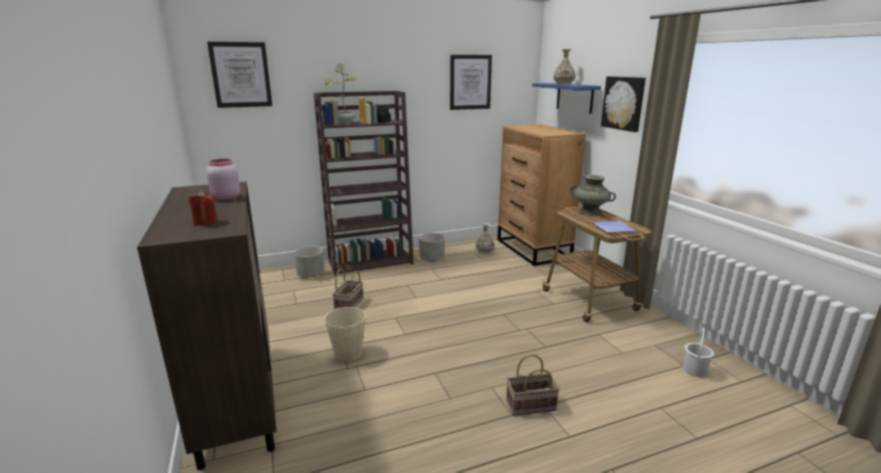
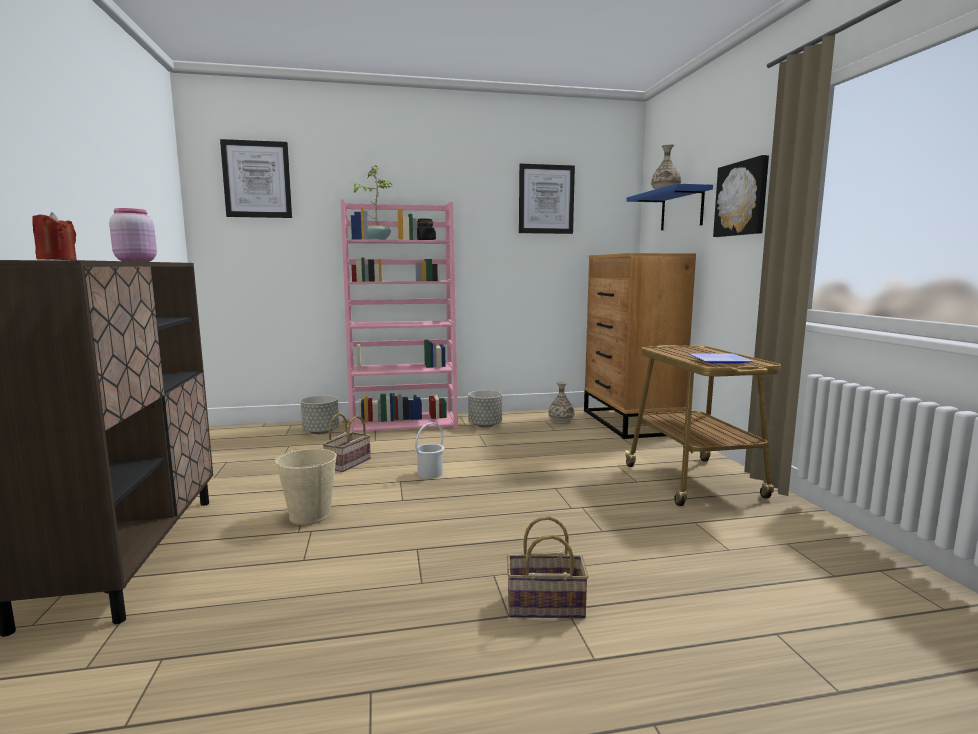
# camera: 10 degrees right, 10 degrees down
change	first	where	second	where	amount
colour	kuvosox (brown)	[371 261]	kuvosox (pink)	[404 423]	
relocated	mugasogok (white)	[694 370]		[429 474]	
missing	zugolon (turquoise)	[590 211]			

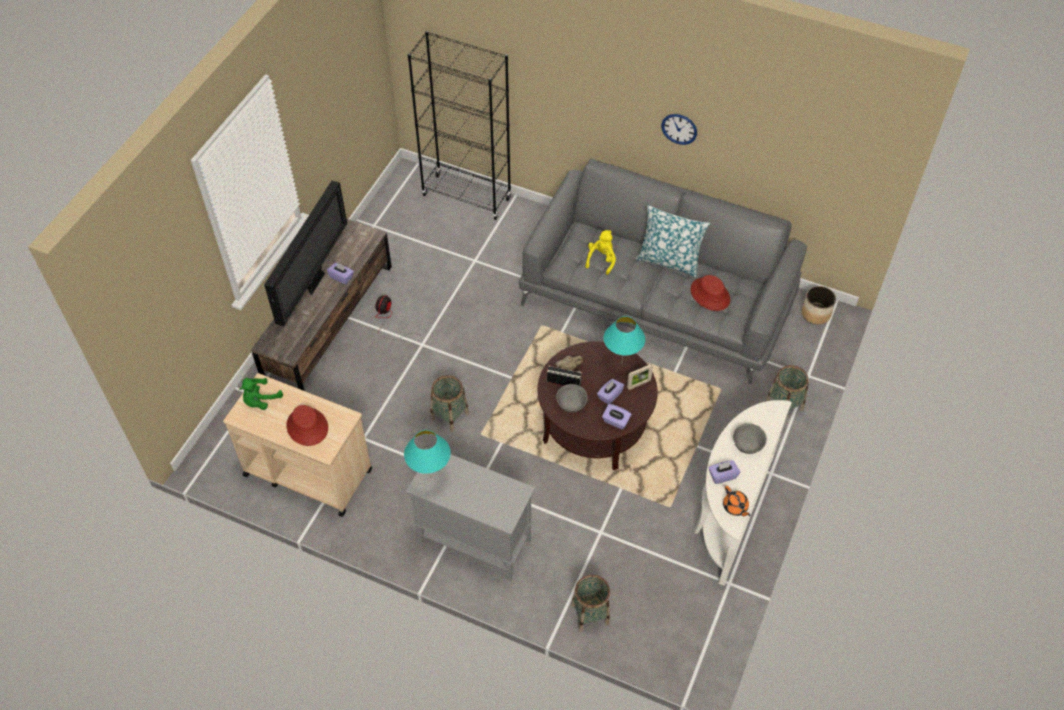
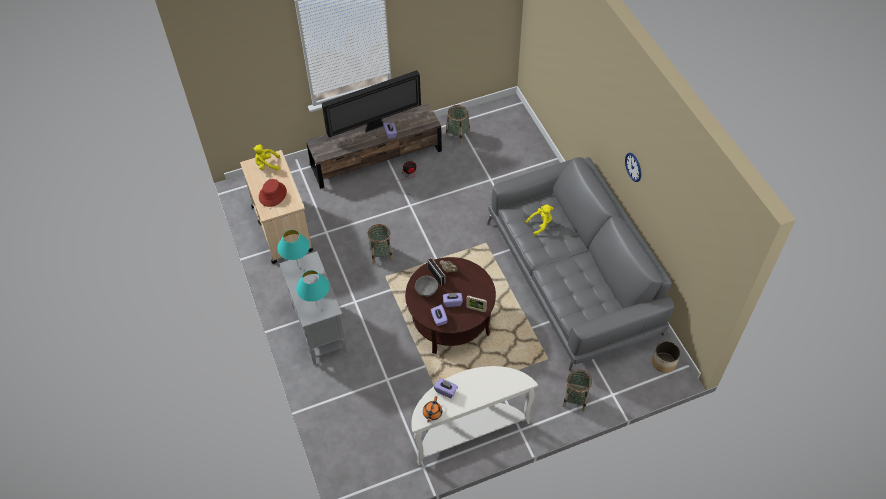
# camera: 45 degrees right, 0 degrees up
change	first	where	second	where	amount
colour	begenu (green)	[260 401]	begenu (yellow)	[267 165]	
relocated	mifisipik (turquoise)	[621 363]		[317 306]	
relocated	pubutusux	[590 614]		[457 135]	
missing	kuvosox (black)	[467 197]			
missing	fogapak	[669 261]			
missing	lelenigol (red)	[710 294]			
missing	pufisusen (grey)	[748 444]			

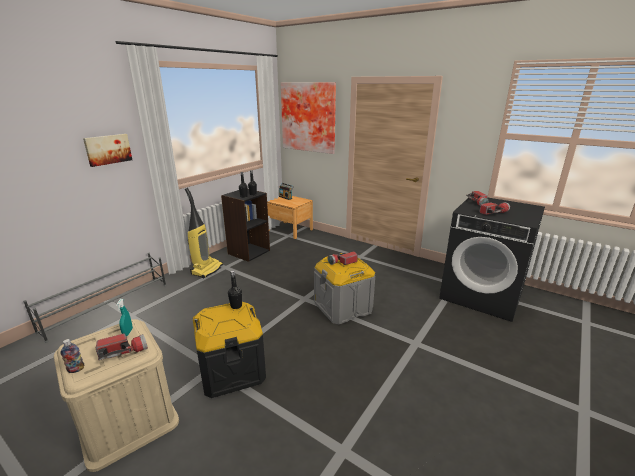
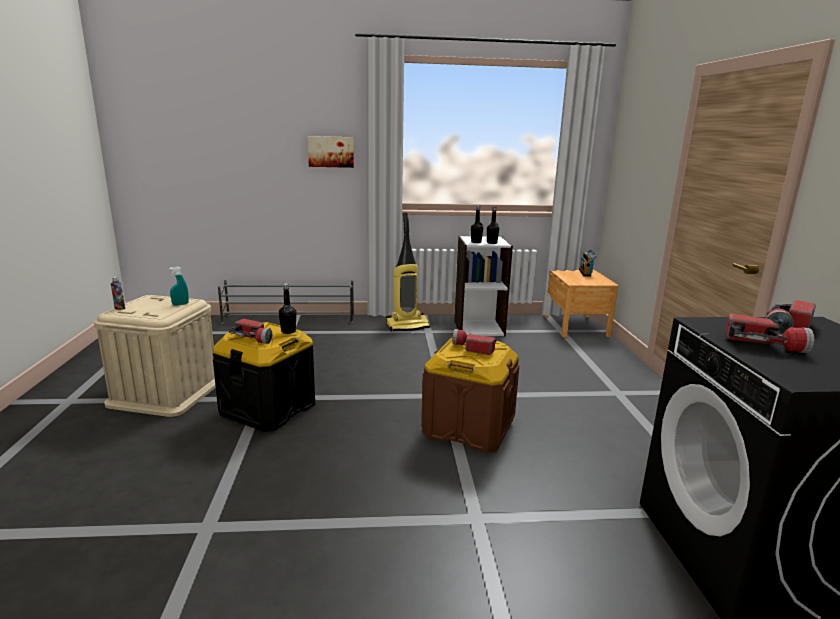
# camera: 50 degrees right, 5 degrees down
change	first	where	second	where	amount
relocated	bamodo	[123 352]		[253 339]	
colour	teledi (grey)	[343 307]	teledi (brown)	[469 427]	
colour	kuvosox (black)	[248 252]	kuvosox (white)	[479 328]	
missing	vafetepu	[309 117]			

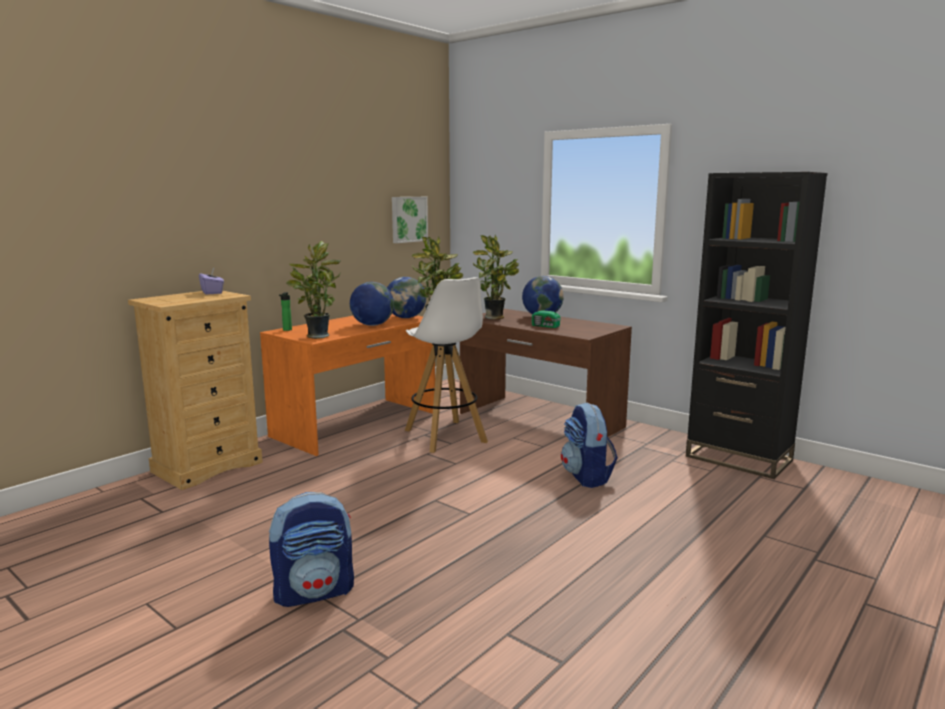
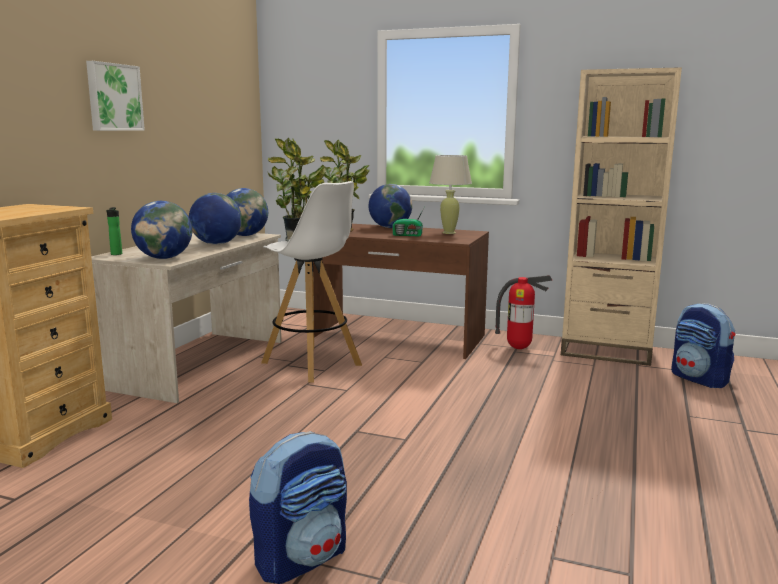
# camera: 20 degrees left, 0 degrees up
change	first	where	second	where	amount
relocated	vafetepu	[408 219]		[113 97]	
colour	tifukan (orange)	[357 425]	tifukan (beige)	[199 363]	
exchanged	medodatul	[316 336]	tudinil	[164 258]	
appeared			mifisipik (beige)	[449 233]	
appeared			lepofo	[519 348]	
colour	kuvosox (black)	[738 458]	kuvosox (beige)	[606 351]	
relocated	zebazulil	[587 477]		[699 379]	
missing	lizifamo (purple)	[212 292]			

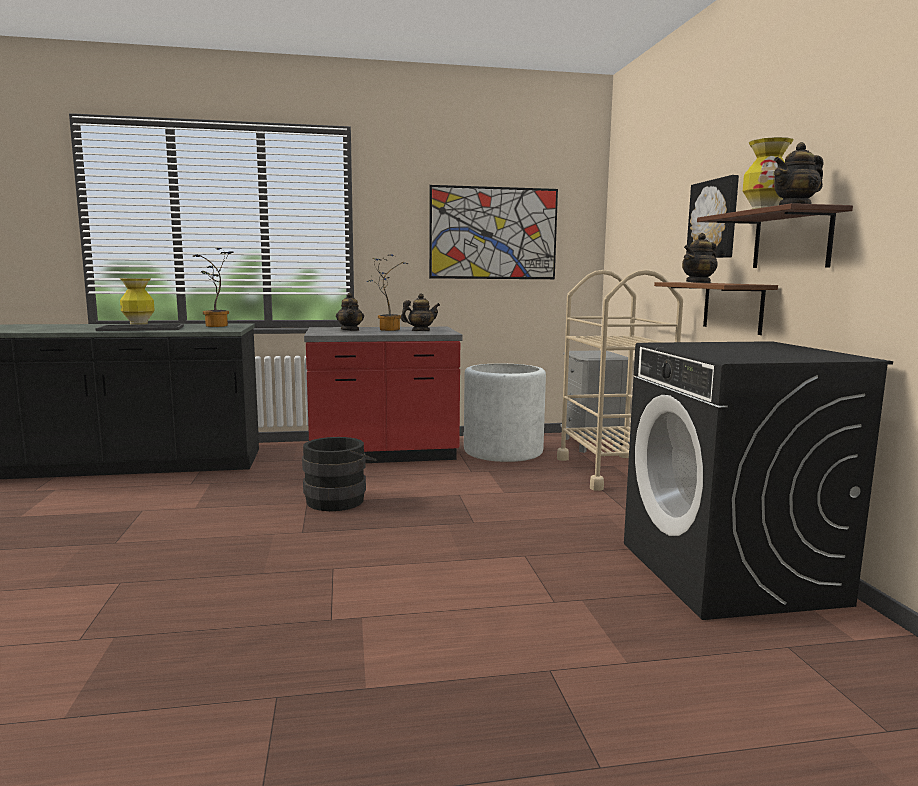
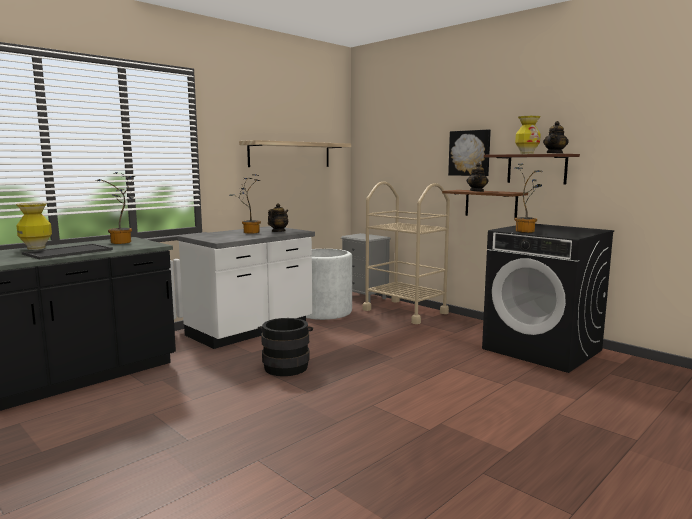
# camera: 35 degrees left, 0 degrees up
change	first	where	second	where	amount
colour	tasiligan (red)	[383 455]	tasiligan (white)	[251 330]	
exchanged	vafetepu	[493 233]	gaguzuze	[290 154]	
appeared			medodatul	[526 231]	
missing	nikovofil	[350 330]			

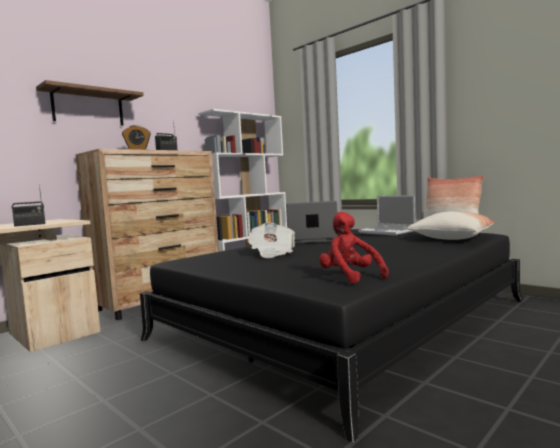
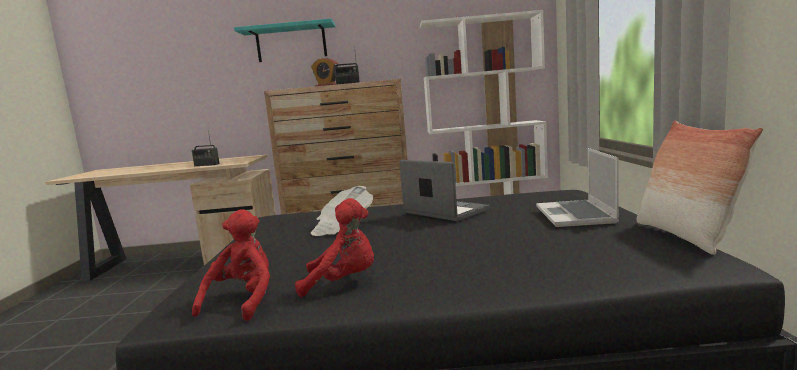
# camera: 45 degrees right, 5 degrees up
change	first	where	second	where	amount
colour	gaguzuze (brown)	[88 108]	gaguzuze (turquoise)	[291 43]	
appeared			begenu (red)	[343 282]	
missing	fogapak	[452 237]			

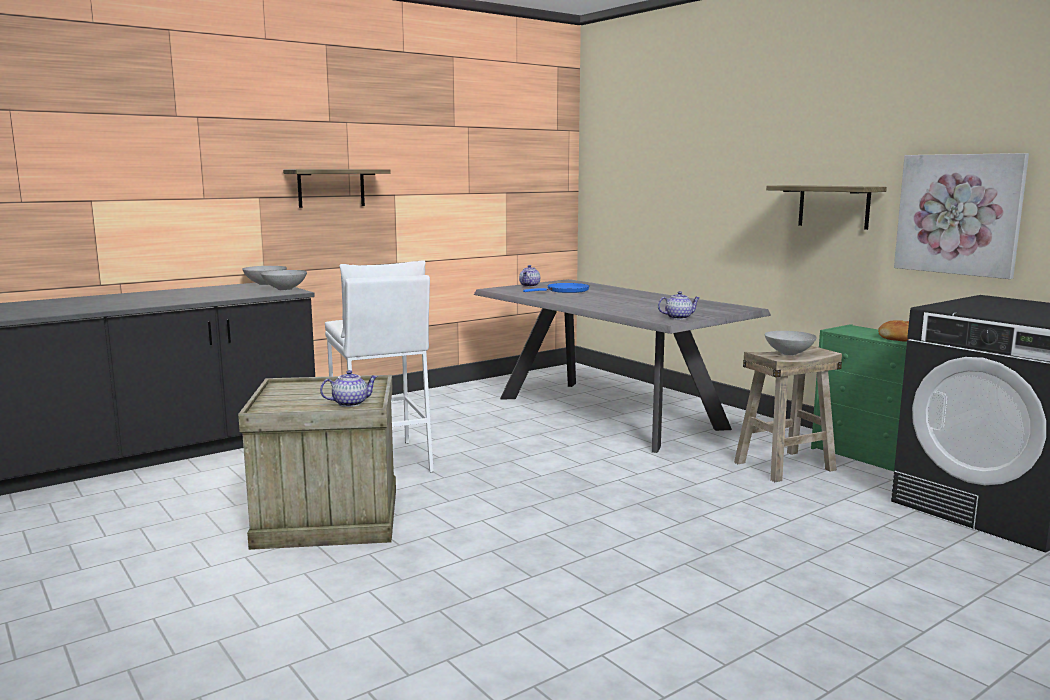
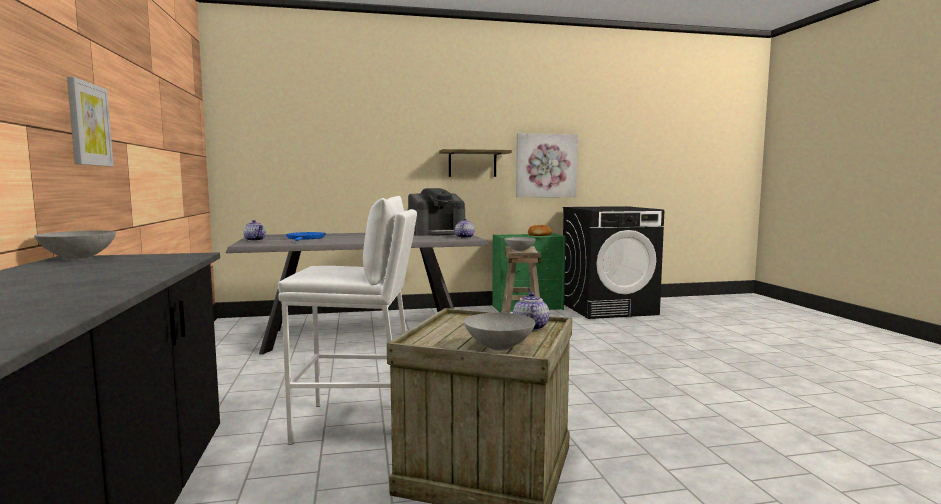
# camera: 65 degrees left, 5 degrees down
change	first	where	second	where	amount
exchanged	gaguzuze	[331 188]	vafetepu	[88 124]	
appeared			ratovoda	[436 233]	
relocated	pufisusen (grey)	[284 289]		[499 347]	

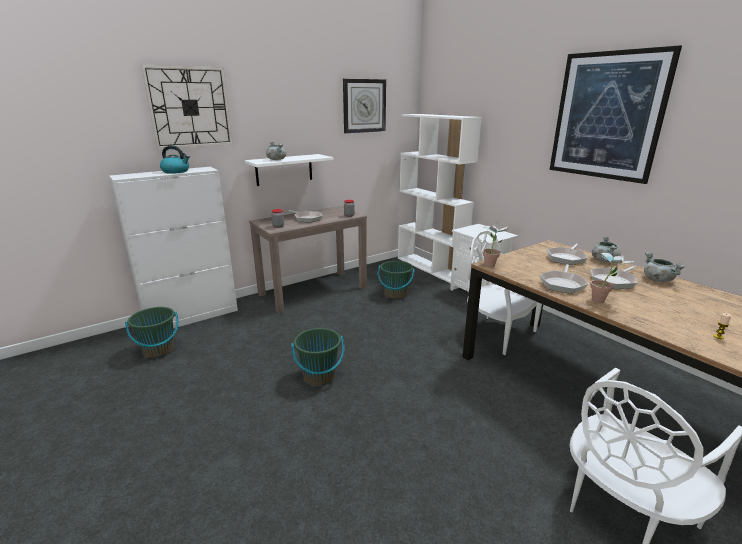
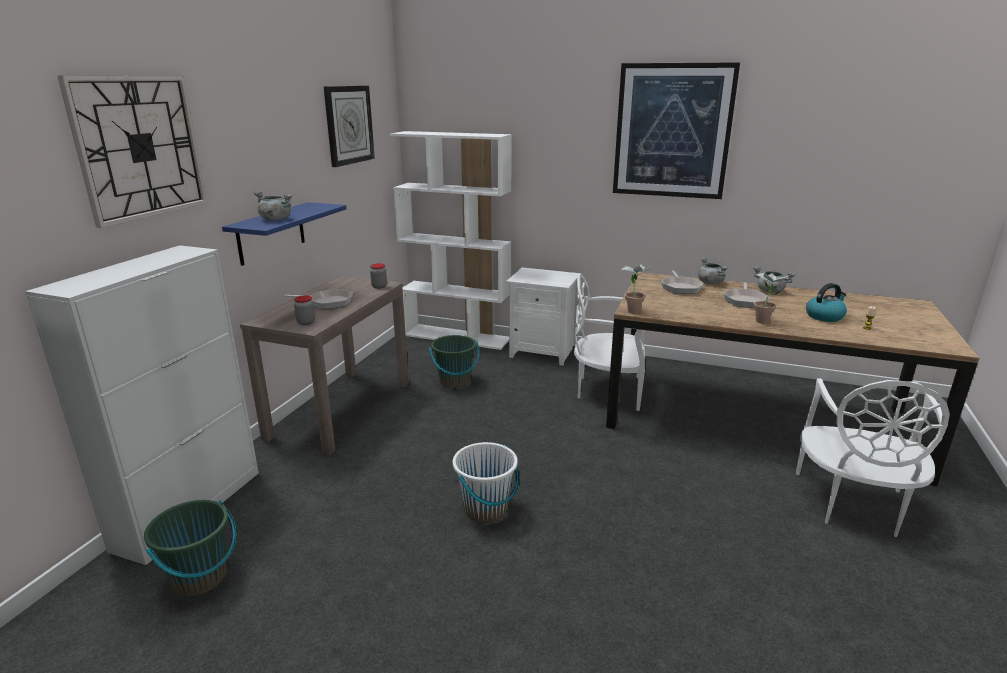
# camera: 35 degrees left, 0 degrees up
change	first	where	second	where	amount
colour	gaguzuze (white)	[284 169]	gaguzuze (blue)	[271 233]	
colour	mugasogok (green)	[319 376]	mugasogok (white)	[486 509]	
relocated	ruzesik	[176 171]		[824 316]	
missing	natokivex	[562 284]			

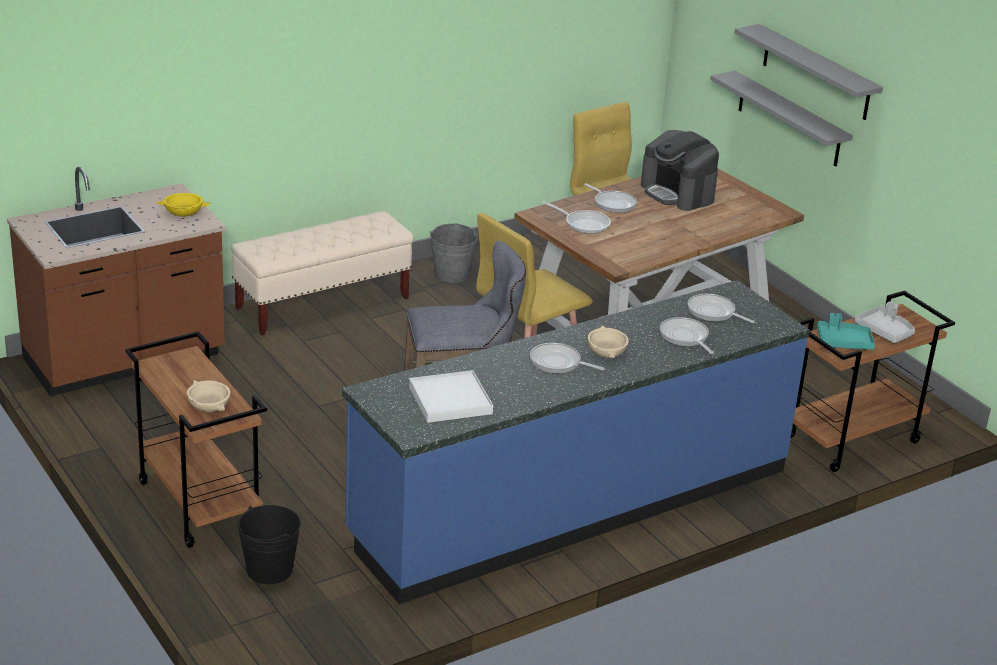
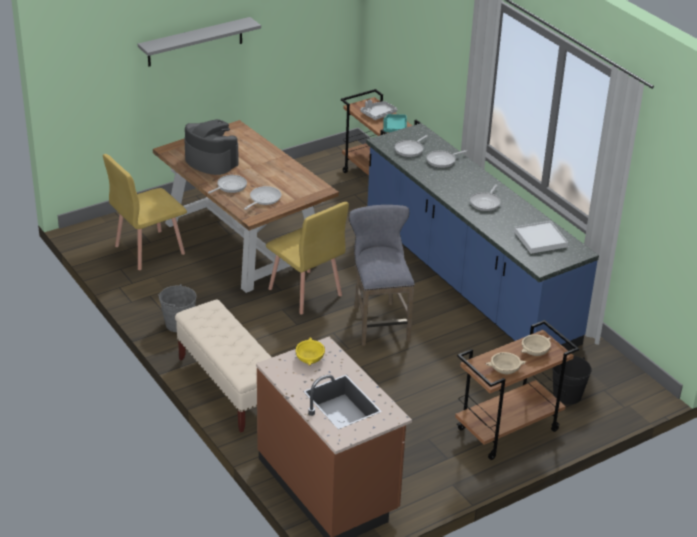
# camera: 90 degrees left, 5 degrees up
change	first	where	second	where	amount
spun	ratovoda	[678 193]		[211 161]	105 degrees counterclockwise
relocated	pufisusen (beige)	[607 352]		[505 369]	
missing	gaguzuze (grey)	[789 119]			

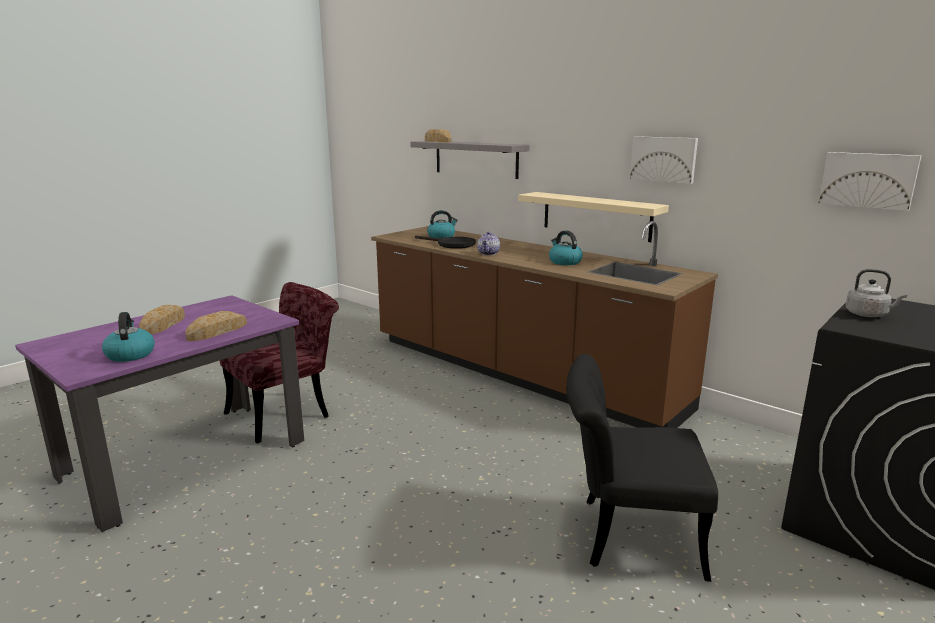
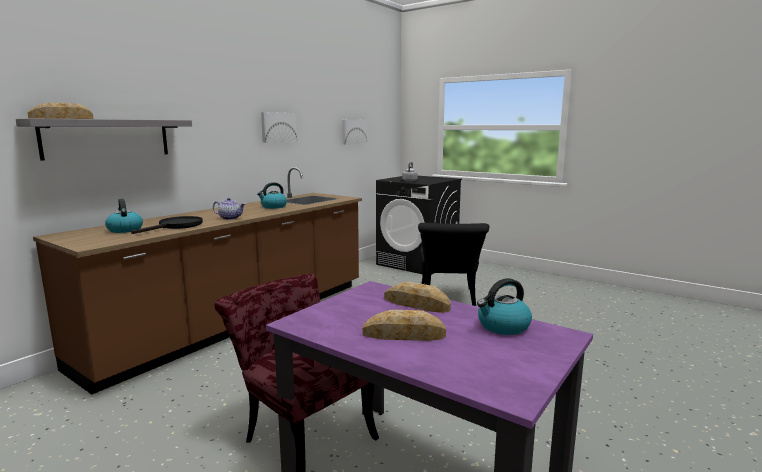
# camera: 95 degrees left, 5 degrees down
change	first	where	second	where	amount
missing	gaguzuze (beige)	[596 216]			

